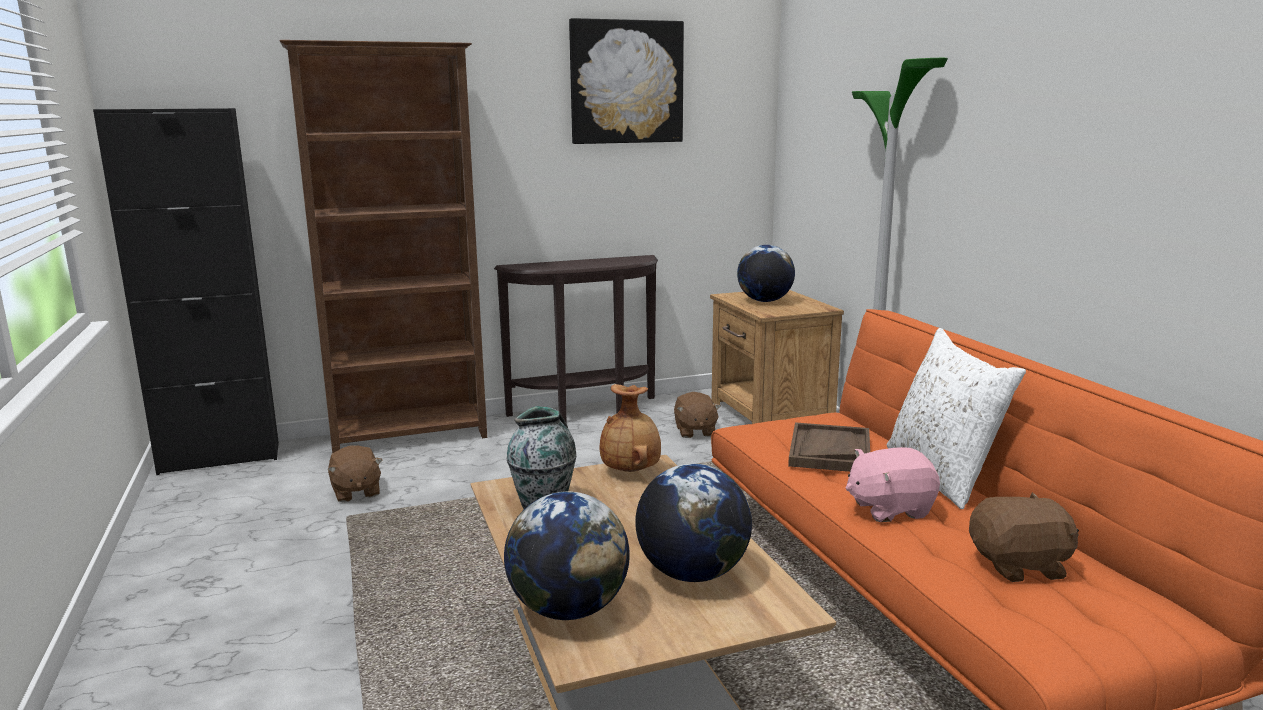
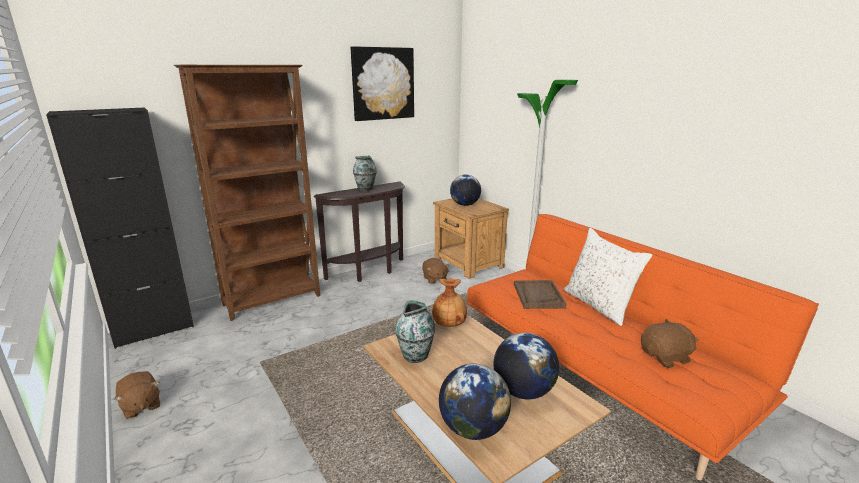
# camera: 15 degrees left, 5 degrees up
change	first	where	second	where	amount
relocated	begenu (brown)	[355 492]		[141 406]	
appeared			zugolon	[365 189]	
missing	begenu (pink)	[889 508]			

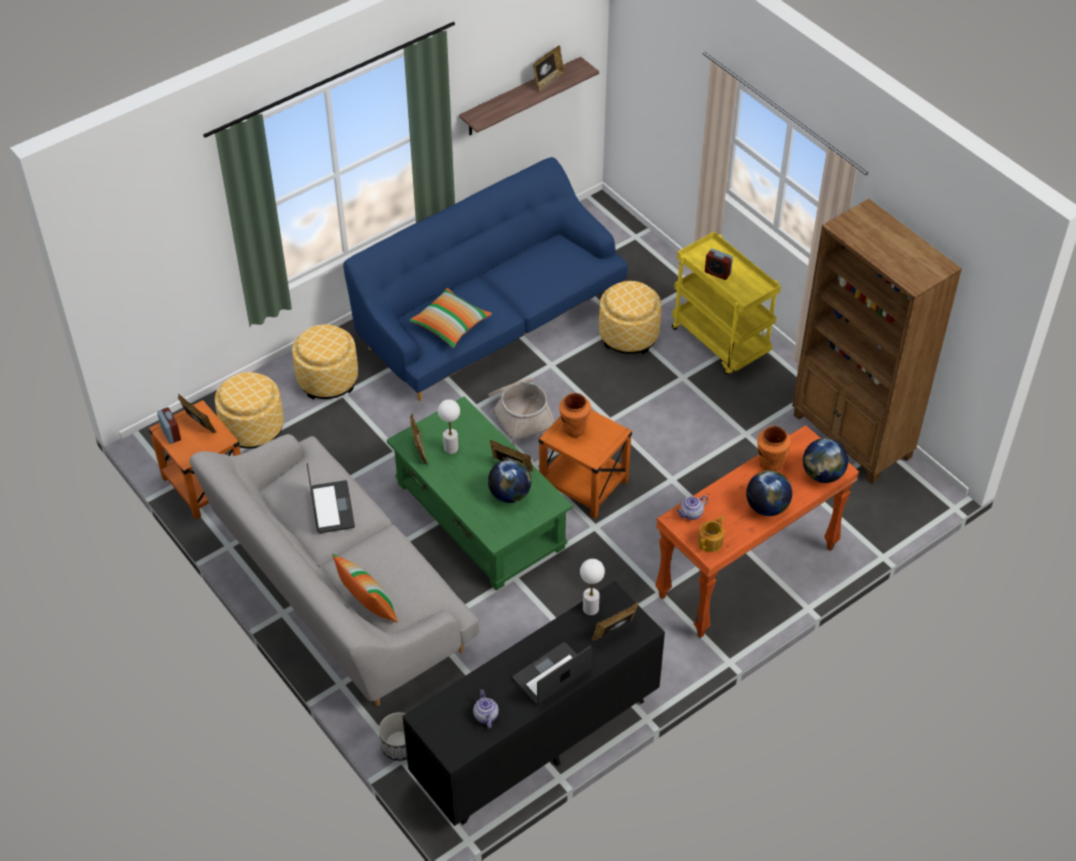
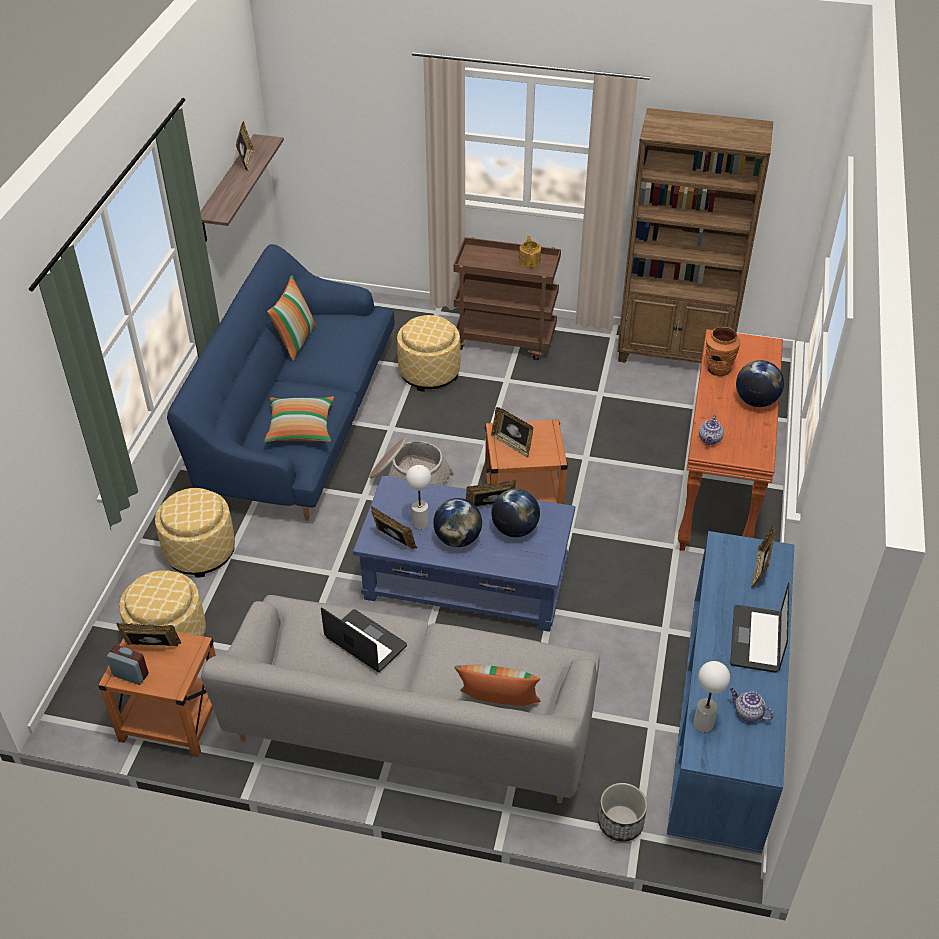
# camera: 40 degrees left, 5 degrees down
change	first	where	second	where	amount
appeared			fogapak	[295 341]	
colour	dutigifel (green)	[480 514]	dutigifel (blue)	[465 579]	
relocated	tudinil	[822 474]		[458 539]	
colour	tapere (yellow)	[721 342]	tapere (brown)	[506 340]	
exchanged	zugolon (orange)	[574 429]	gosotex	[512 444]	
relocated	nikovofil	[711 542]		[530 261]	
colour	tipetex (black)	[535 739]	tipetex (blue)	[721 730]	
relocated	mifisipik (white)	[590 609]		[703 724]	
missing	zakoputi	[717 273]			

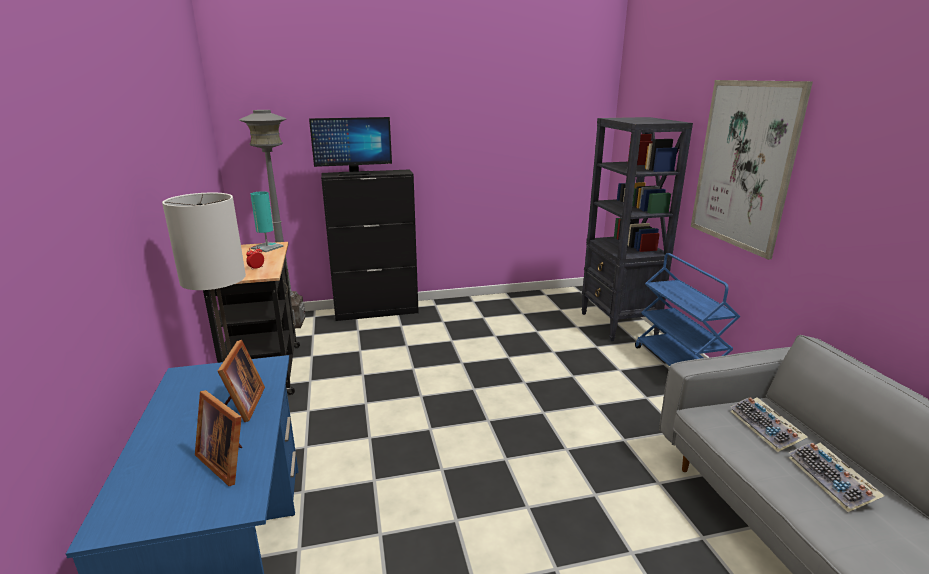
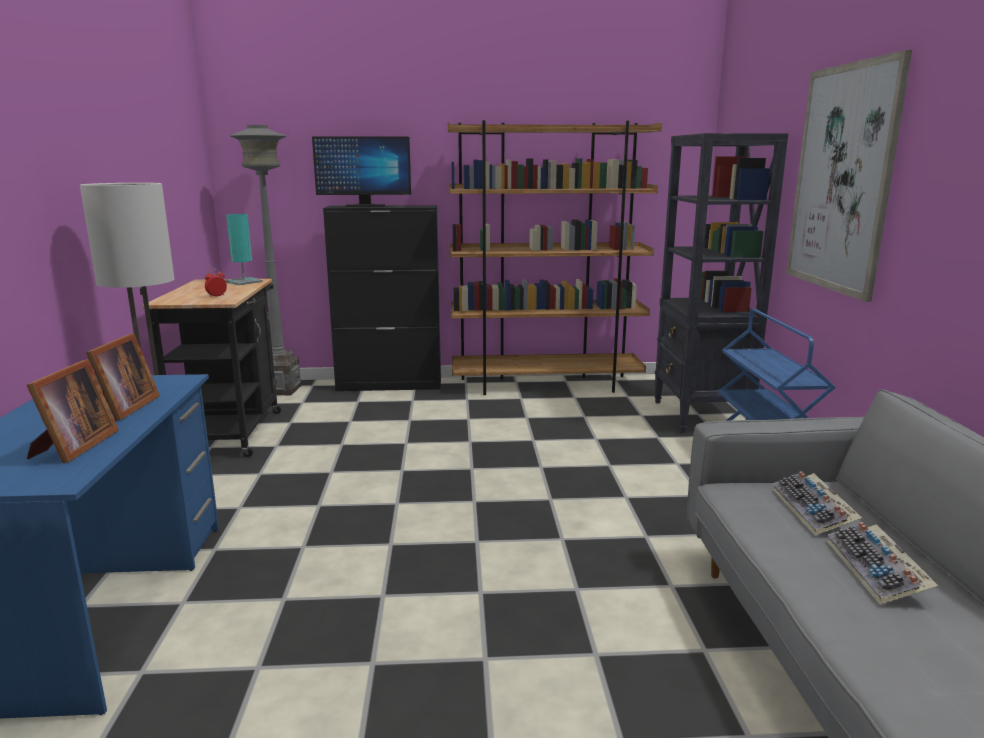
# camera: 10 degrees right, 5 degrees down
change	first	where	second	where	amount
spun	gosotex	[227 460]		[73 447]	135 degrees counterclockwise
appeared			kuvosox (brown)	[546 385]	

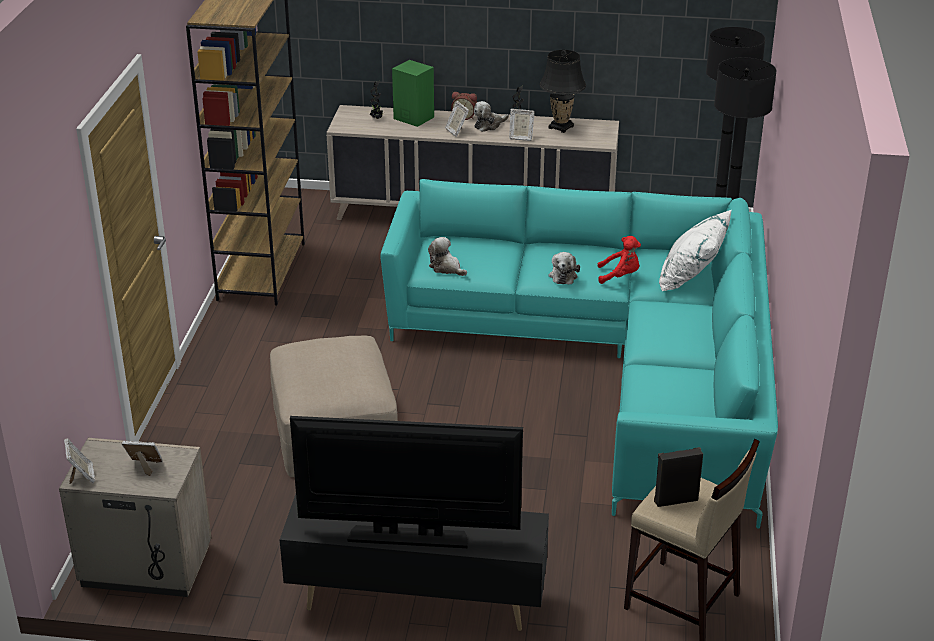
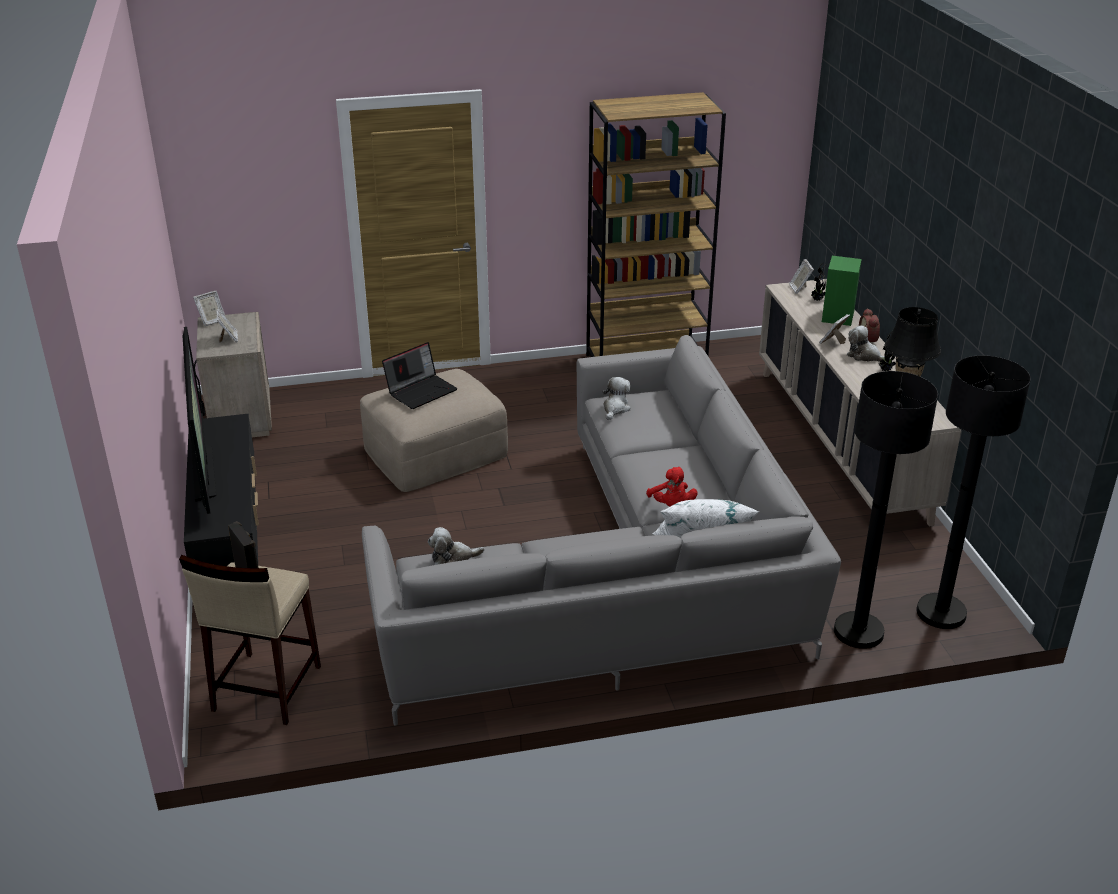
# camera: 70 degrees right, 0 degrees up
change	first	where	second	where	amount
colour	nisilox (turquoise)	[613 364]	nisilox (grey)	[626 581]	
appeared			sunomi	[421 391]	
relocated	begenu	[563 275]		[453 558]	
relocated	gosotex	[520 137]		[799 289]	

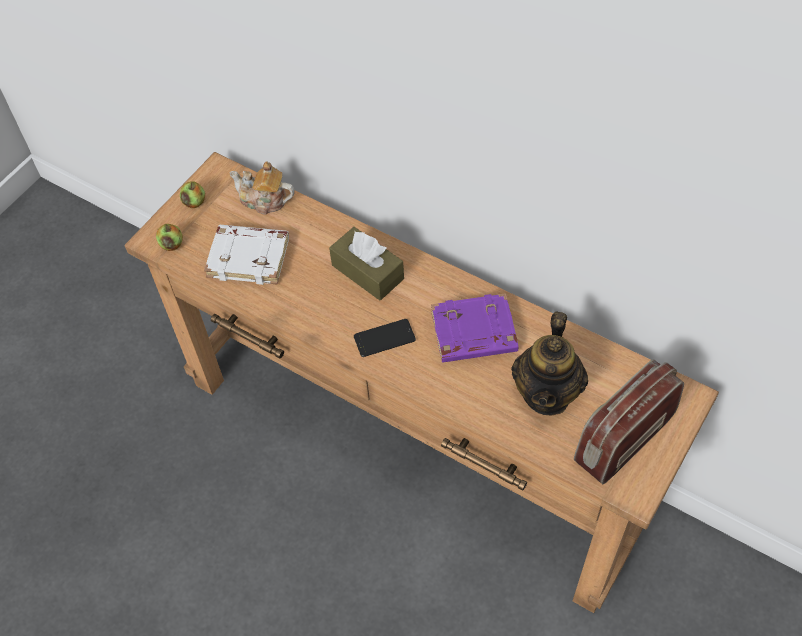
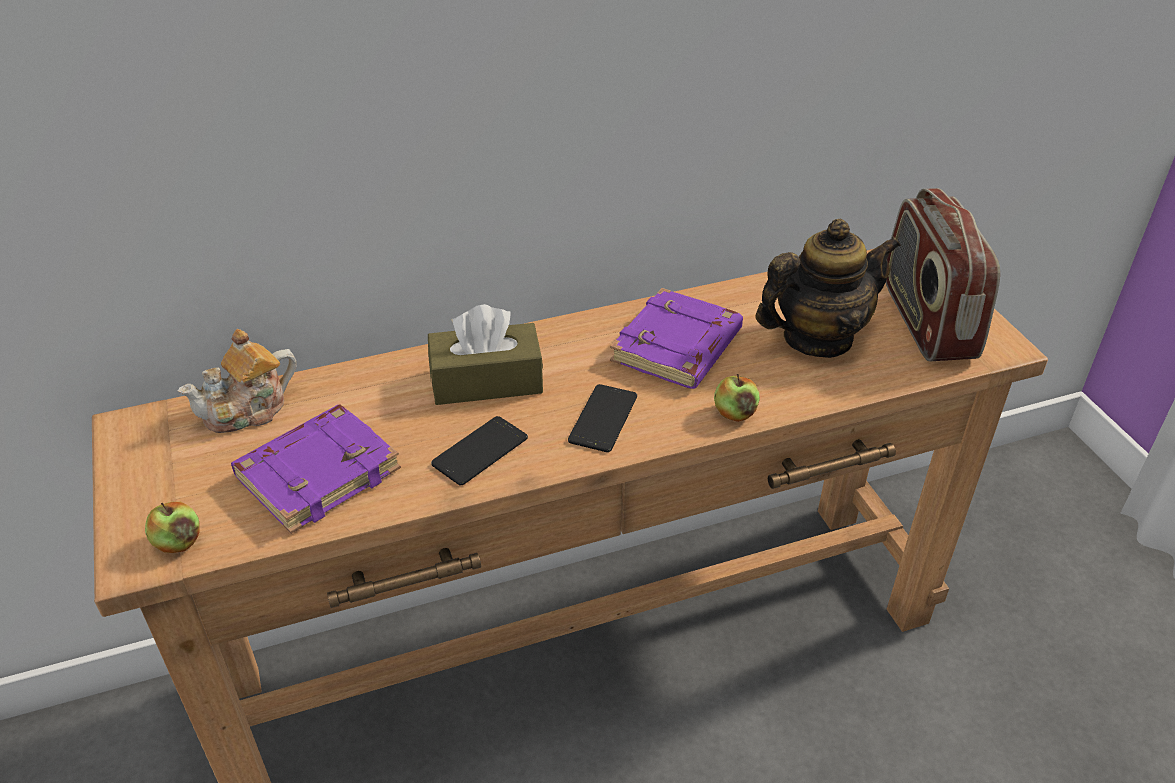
# camera: 55 degrees left, 15 degrees down
change	first	where	second	where	amount
colour	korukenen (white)	[250 257]	korukenen (purple)	[318 473]	
appeared			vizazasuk	[480 451]	
relocated	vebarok	[194 202]		[735 413]	
spun	nikovofil	[547 393]		[817 338]	75 degrees counterclockwise

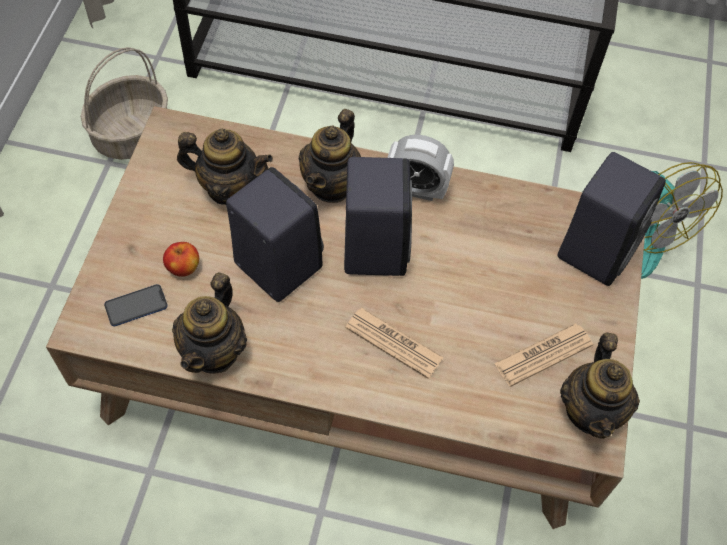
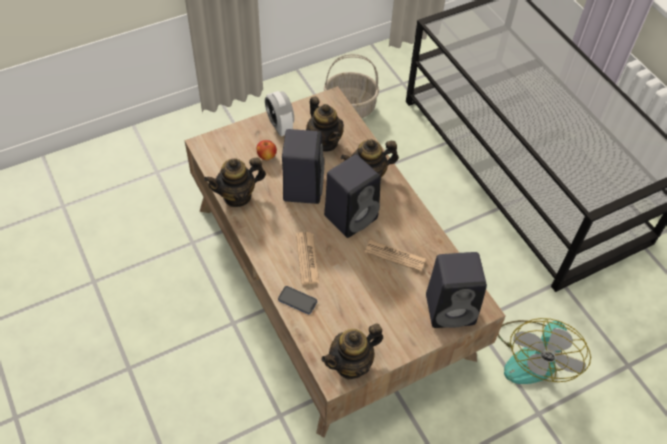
# camera: 50 degrees right, 5 degrees down
change	first	where	second	where	amount
relocated	zakoputi	[416 189]		[280 126]	
relocated	vizazasuk	[136 306]		[297 300]	
relocated	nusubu	[543 355]		[395 256]	

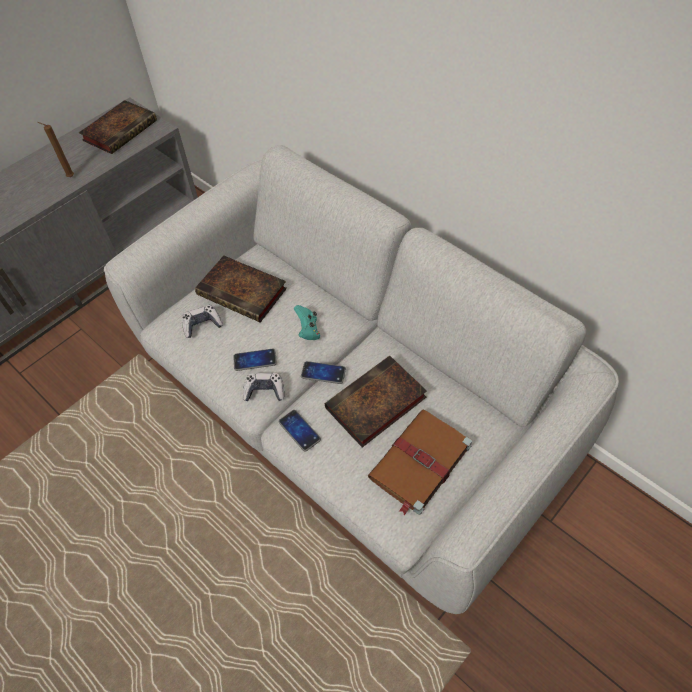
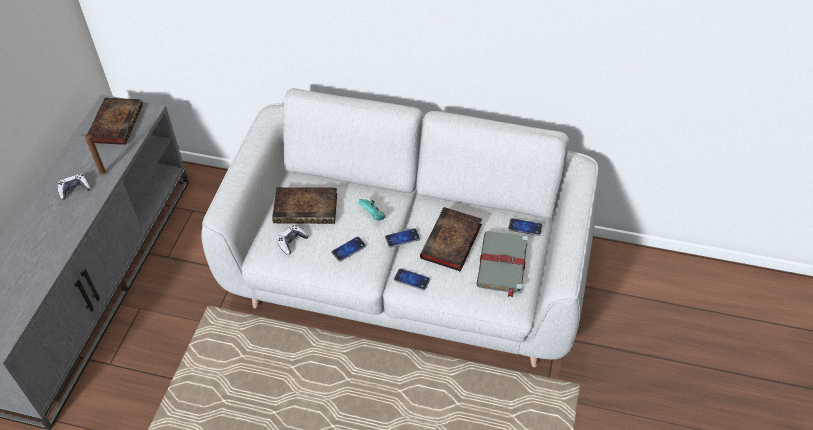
# camera: 30 degrees left, 5 degrees down
change	first	where	second	where	amount
relocated	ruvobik	[264 391]		[74 189]	
colour	korukenen (brown)	[419 463]	korukenen (grey)	[502 265]	
appeared			vizazasuk	[525 227]	

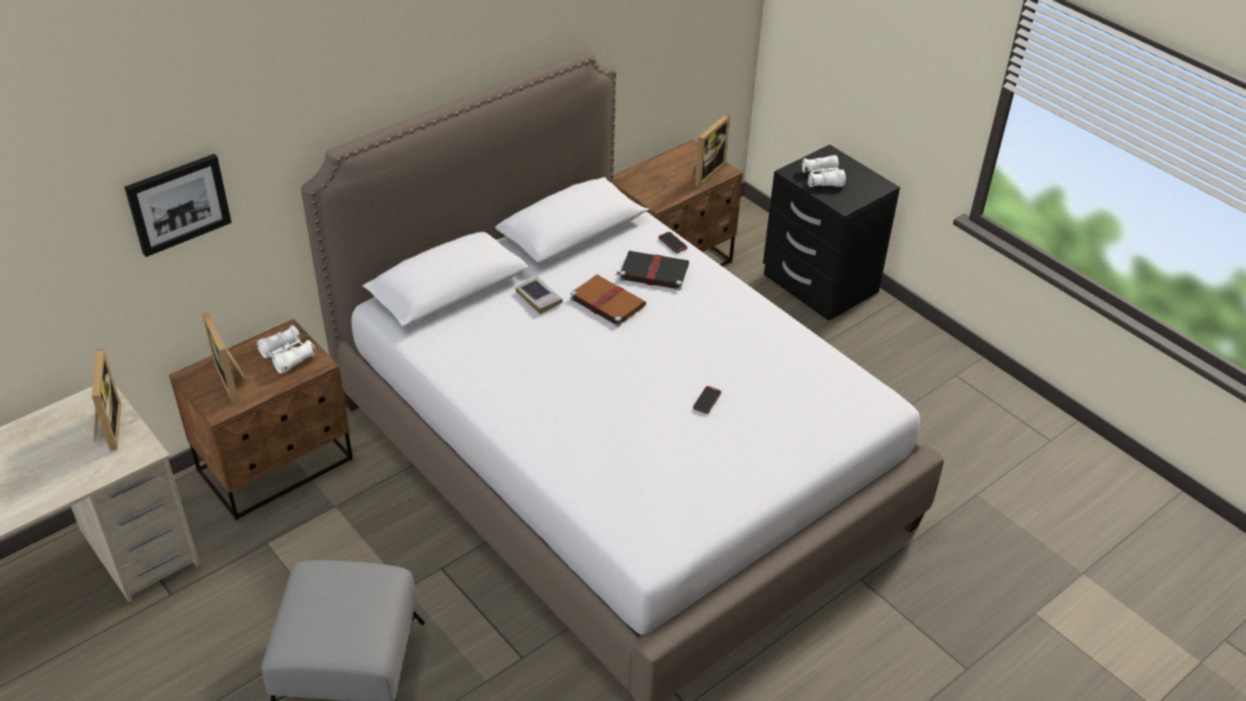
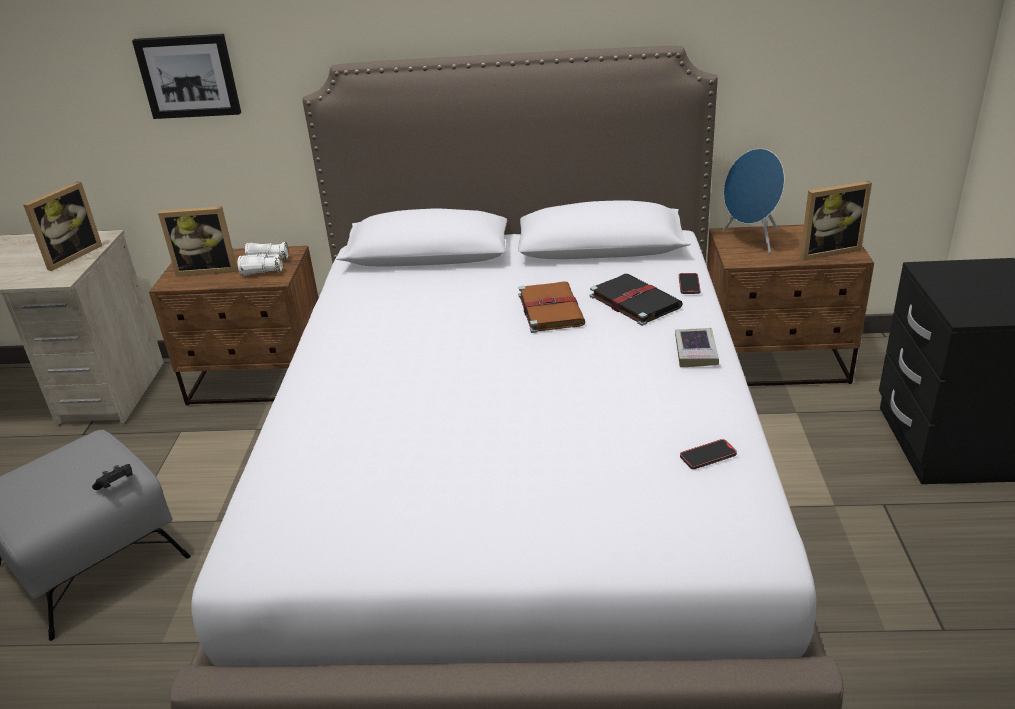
# camera: 45 degrees right, 10 degrees down
change	first	where	second	where	amount
appeared			ruvobik (black)	[116 484]	
spun	gosotex	[234 381]		[208 269]	105 degrees counterclockwise
relocated	korukenen	[539 298]		[696 351]	
relocated	vizazasuk	[707 401]		[708 456]	
appeared			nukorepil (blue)	[751 240]	
missing	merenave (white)	[822 178]			

